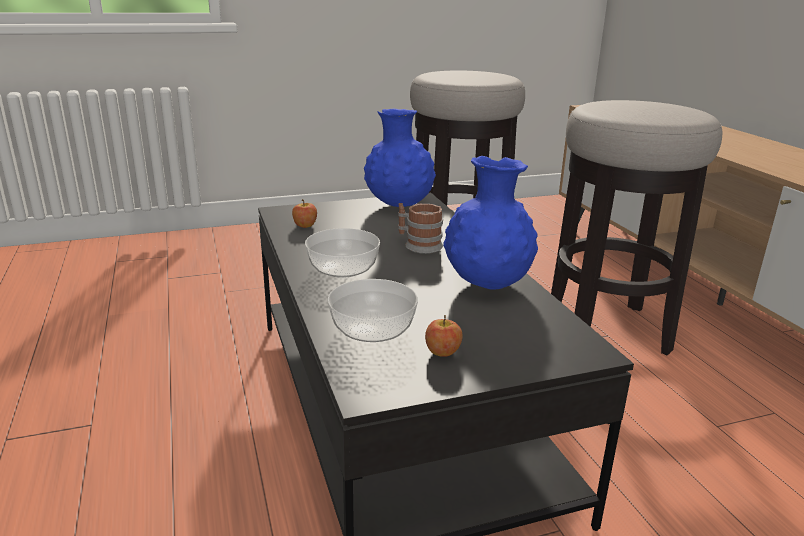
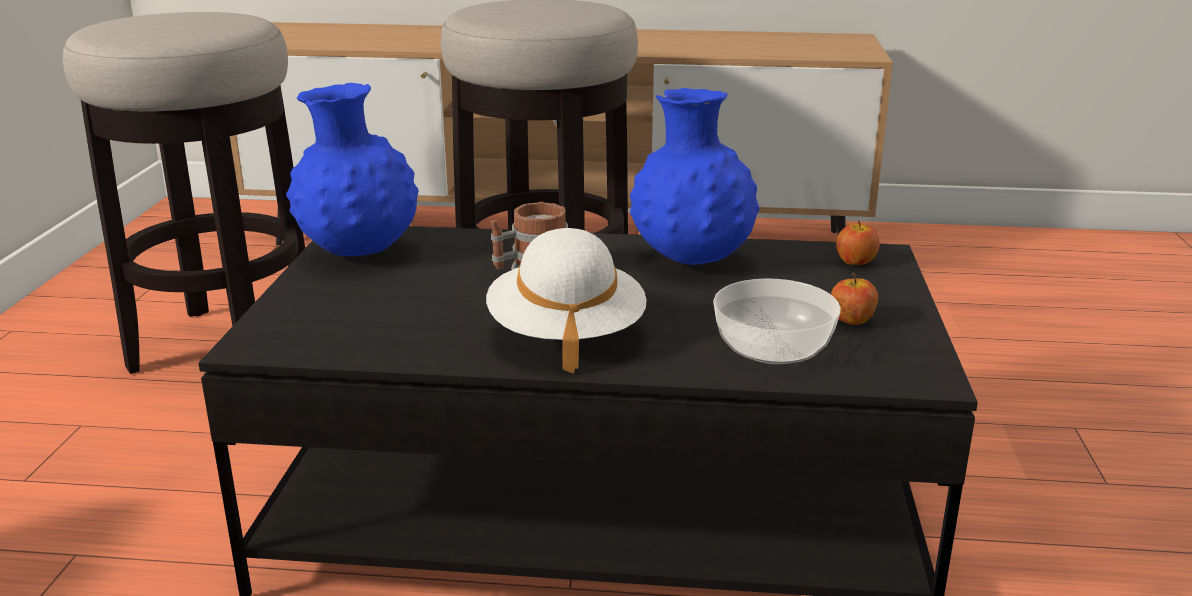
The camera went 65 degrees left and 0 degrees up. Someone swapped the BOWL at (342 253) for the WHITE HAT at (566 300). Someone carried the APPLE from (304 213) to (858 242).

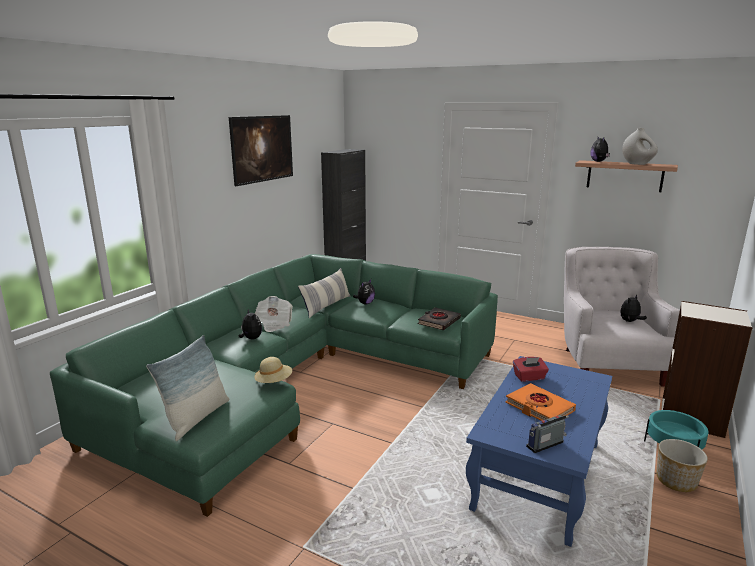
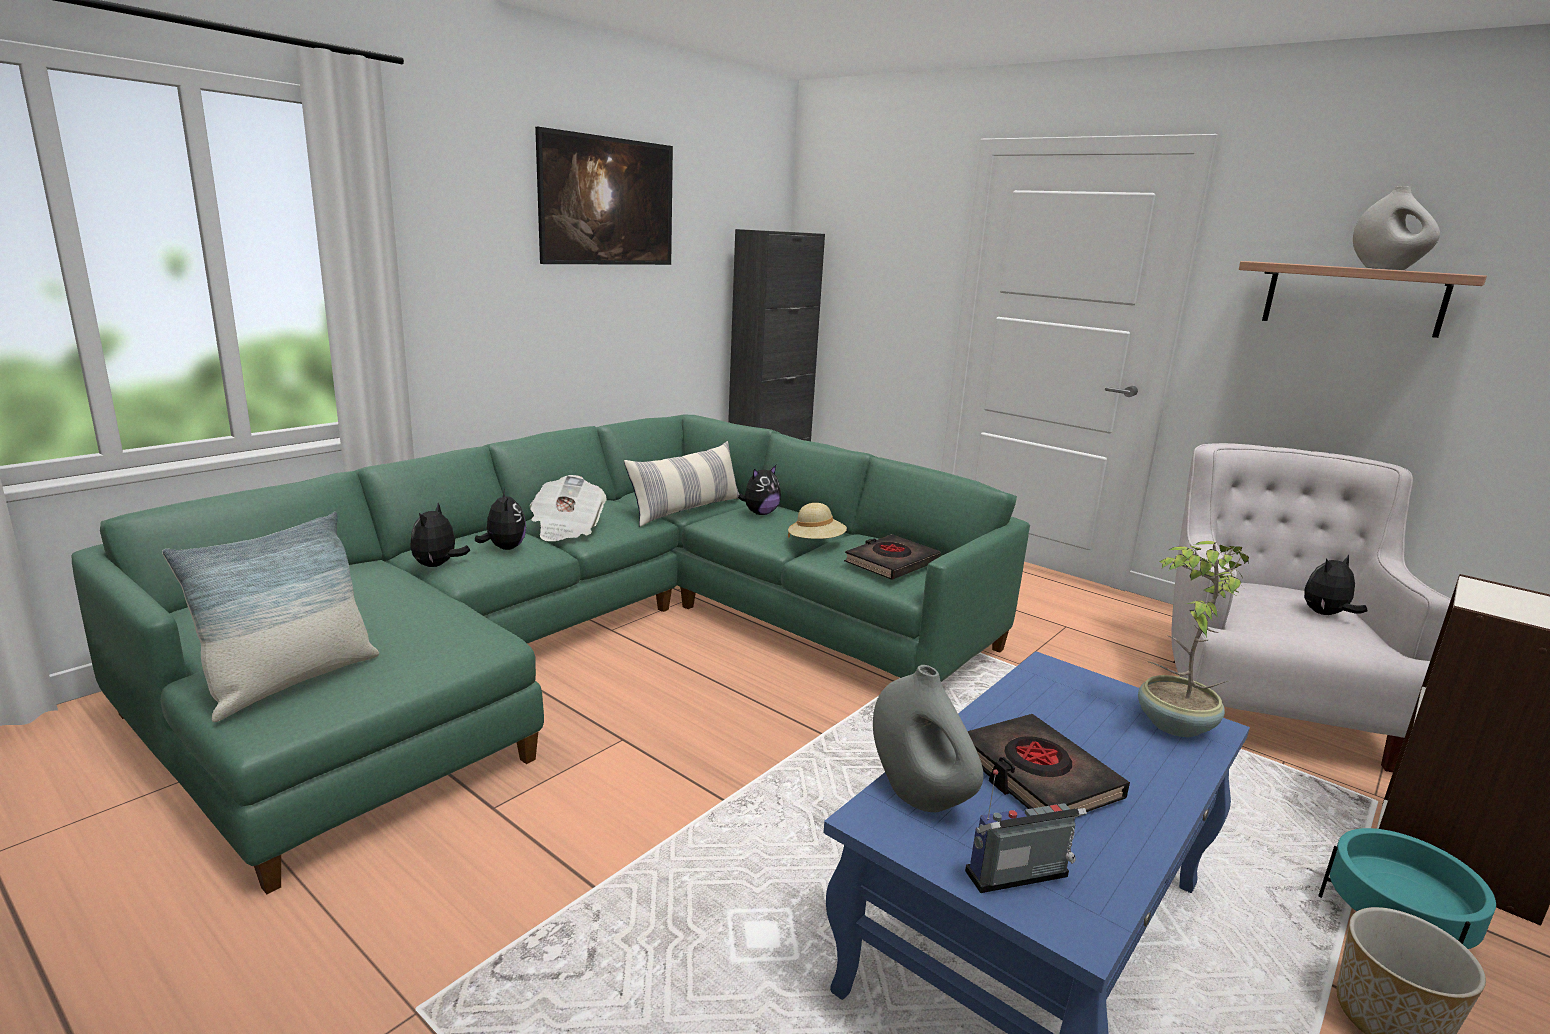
The camera went 10 degrees right and 0 degrees up. Someone carried the PLUSH TOY from (600 149) to (440 535). Someone carried the BEIGE HAT from (273 370) to (817 521). Someone put down the GREY VASE at (928 738). Someone repainted the ORANGE BOOK at (541 402), which became the BLACK BOOK at (1049 763). Someone put down the POTTED PLANT at (1193 639). Someone took away the RED TISSUE BOX at (531 369).

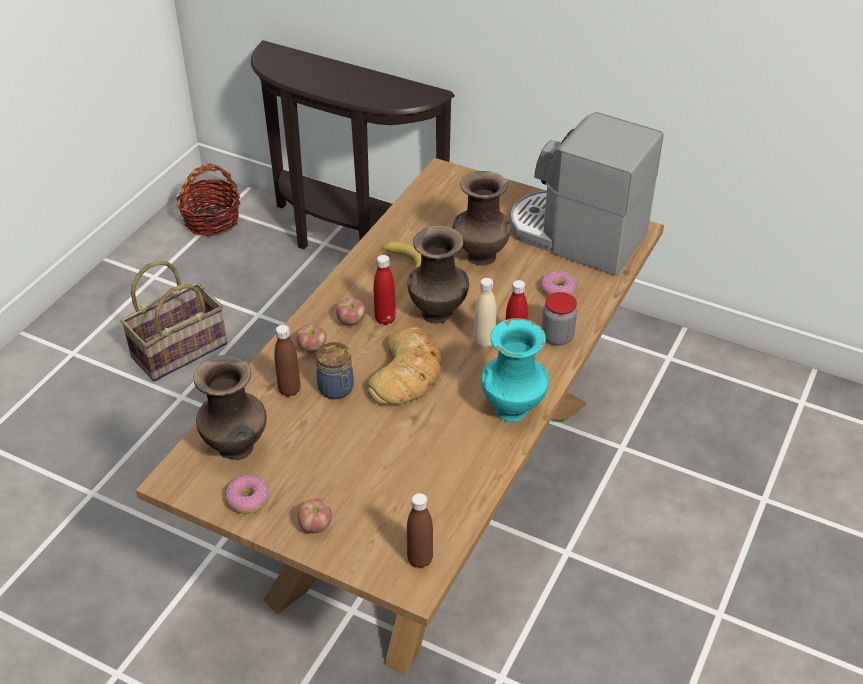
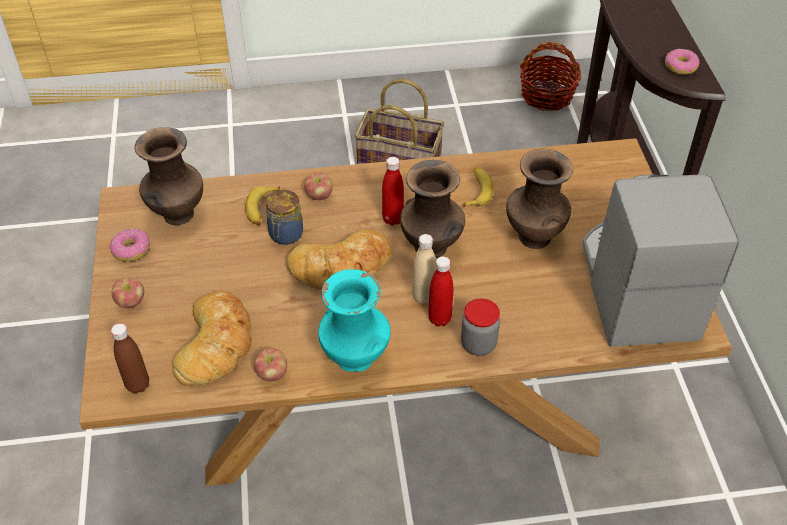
The camera went 55 degrees right and 5 degrees up. Someone put down the BREAD at (212 338). Someone swapped the BROWN BOTTLE at (287 361) for the BANANA at (262 205). Someone carried the APPLE from (350 311) to (270 364). Someone carried the DONUT from (559 283) to (682 62).

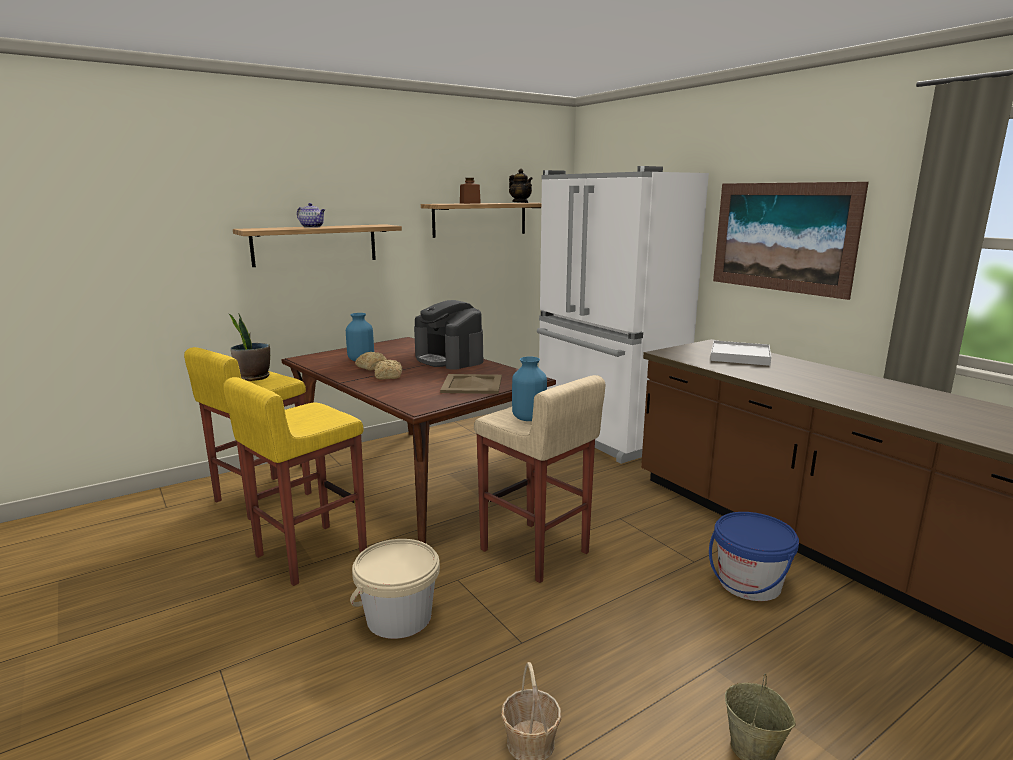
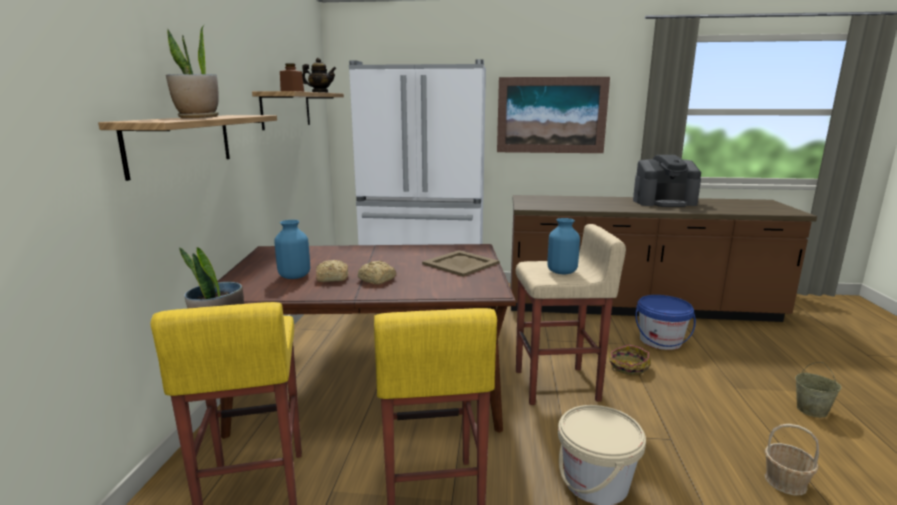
The camera went 50 degrees left and 0 degrees up. Someone swapped the TEAPOT at (311 215) for the POTTED PLANT at (192 71). Someone put down the BASKET at (630 360). Someone carried the COFFEE MACHINE from (448 335) to (667 181). Someone took away the WHITE TRAY at (740 353).

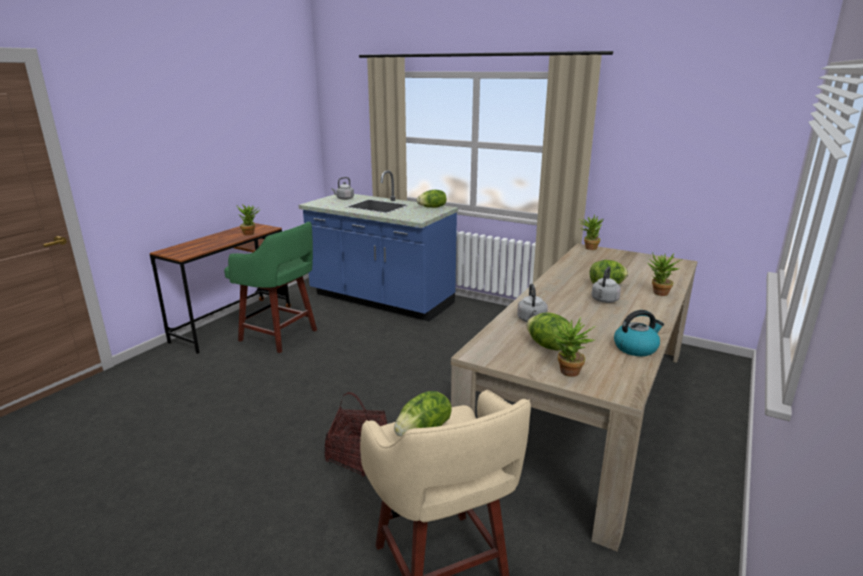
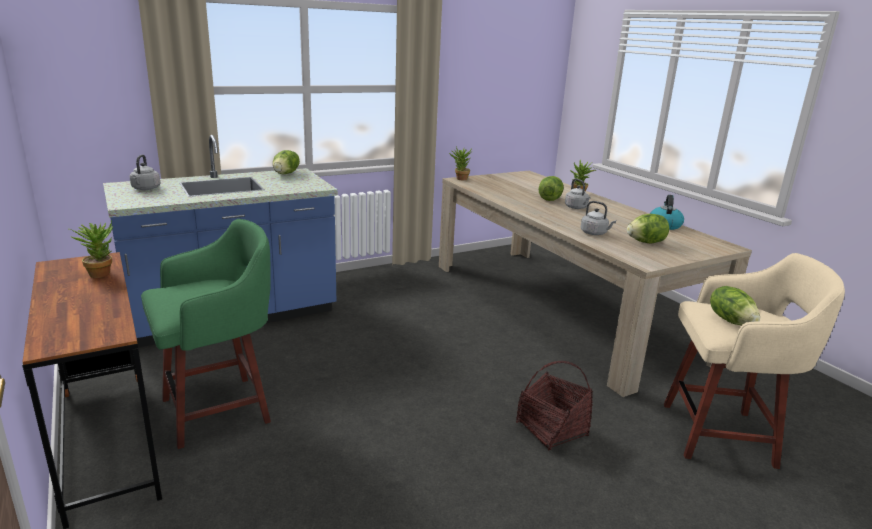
The camera went 60 degrees left and 0 degrees up. Someone took away the POTTED PLANT at (574 347).

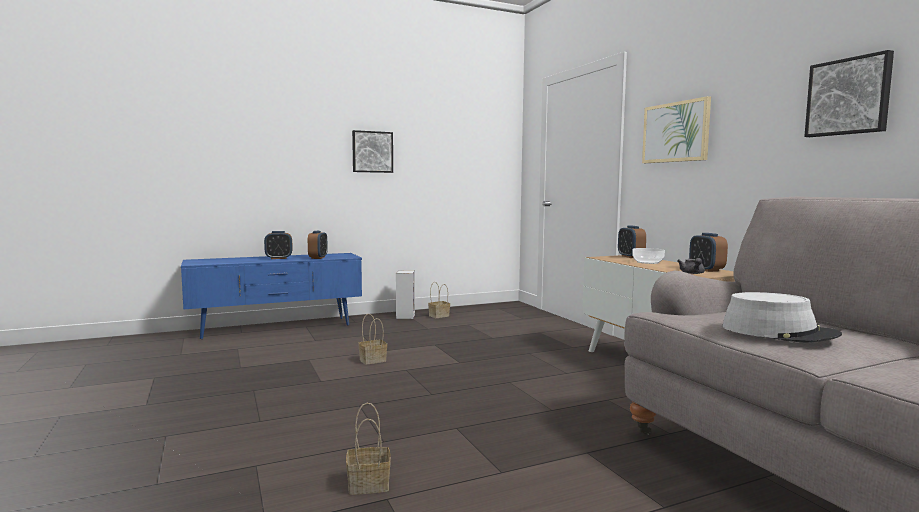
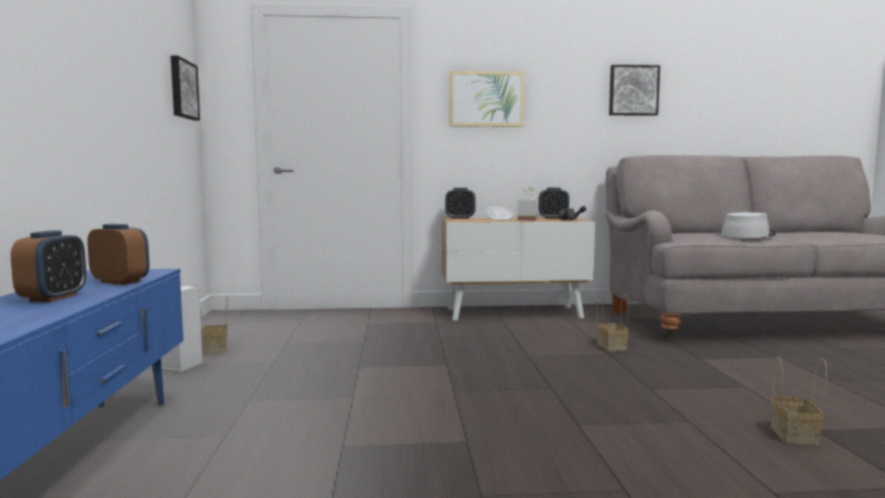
The camera went 70 degrees left and 0 degrees up. Someone carried the PICTURE from (372 151) to (185 88). Someone put down the POTTED PLANT at (527 204). Someone carried the BASKET from (372 339) to (613 323).

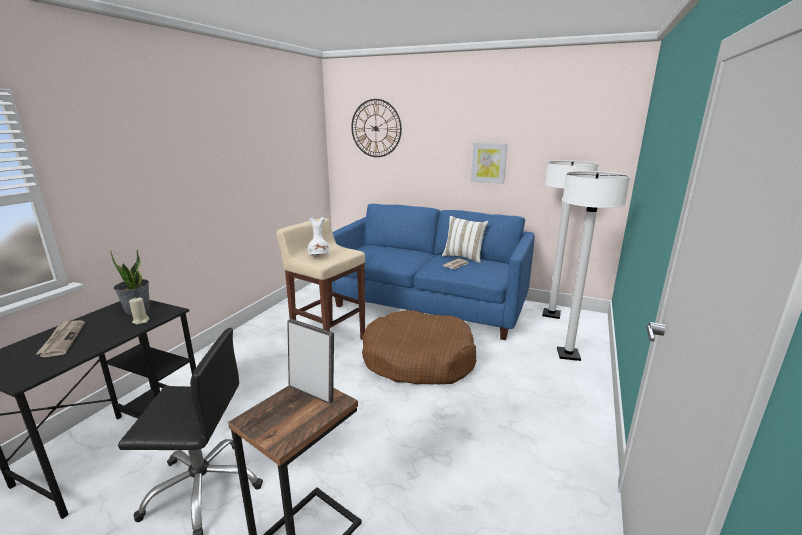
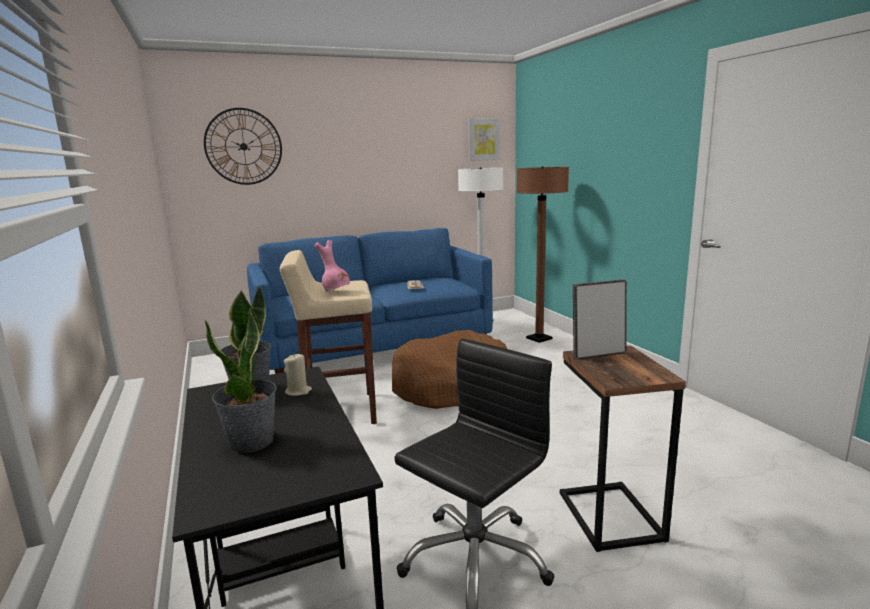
The camera went 45 degrees left and 5 degrees down. Someone swapped the NEWSPAPER at (60 338) for the POTTED PLANT at (241 380). Someone repainted the WHITE VASE at (318 236), which became the PINK VASE at (332 266). Someone carried the PICTURE from (489 163) to (484 140). Someone repainted the WHITE FLOOR LAMP at (593 266), which became the BROWN FLOOR LAMP at (542 255). Someone took away the WHITE PILLOW at (465 239).

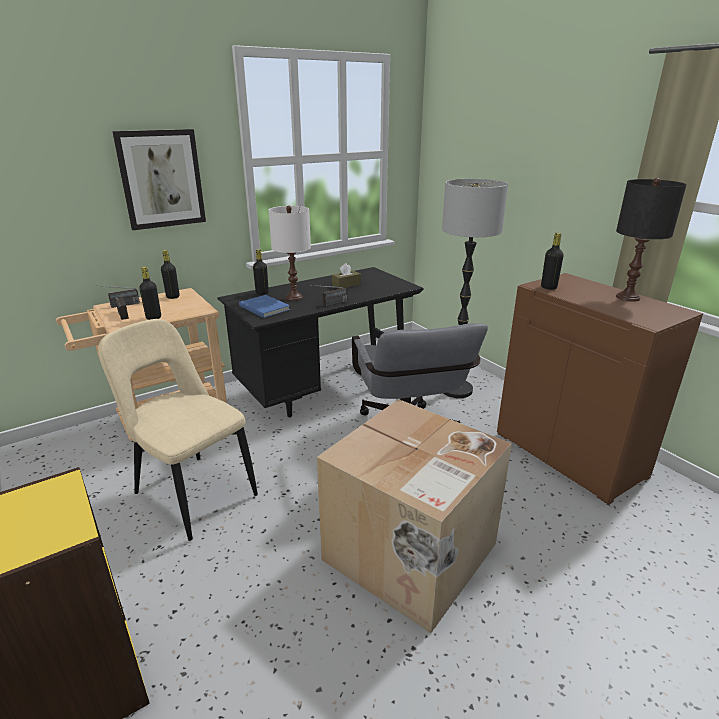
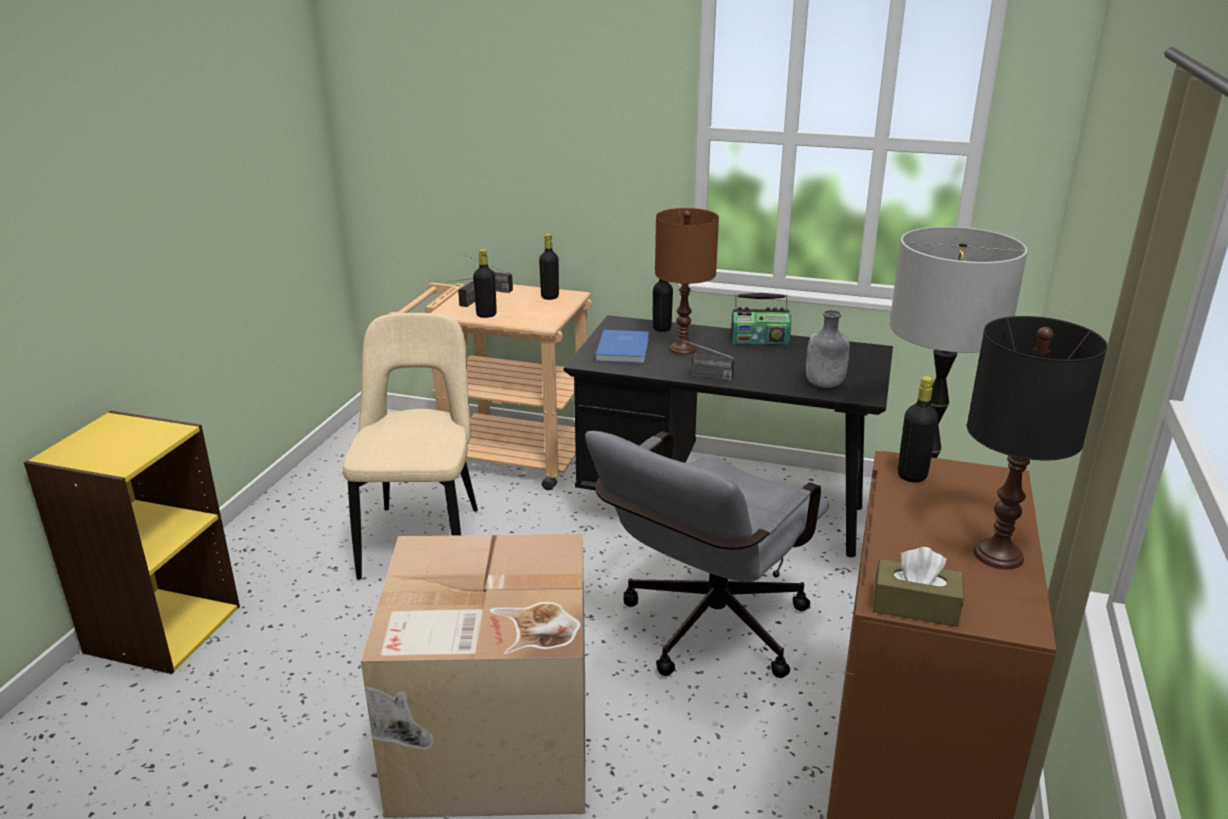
The camera went 50 degrees right and 0 degrees up. Someone repainted the WHITE TABLE LAMP at (289 253), which became the BROWN TABLE LAMP at (687 281). Someone put down the RADIO at (761 318). Someone put down the GREY BOTTLE at (828 349). Someone carried the BROWN TISSUE BOX from (346 276) to (918 587). Someone took away the PICTURE at (159 179).

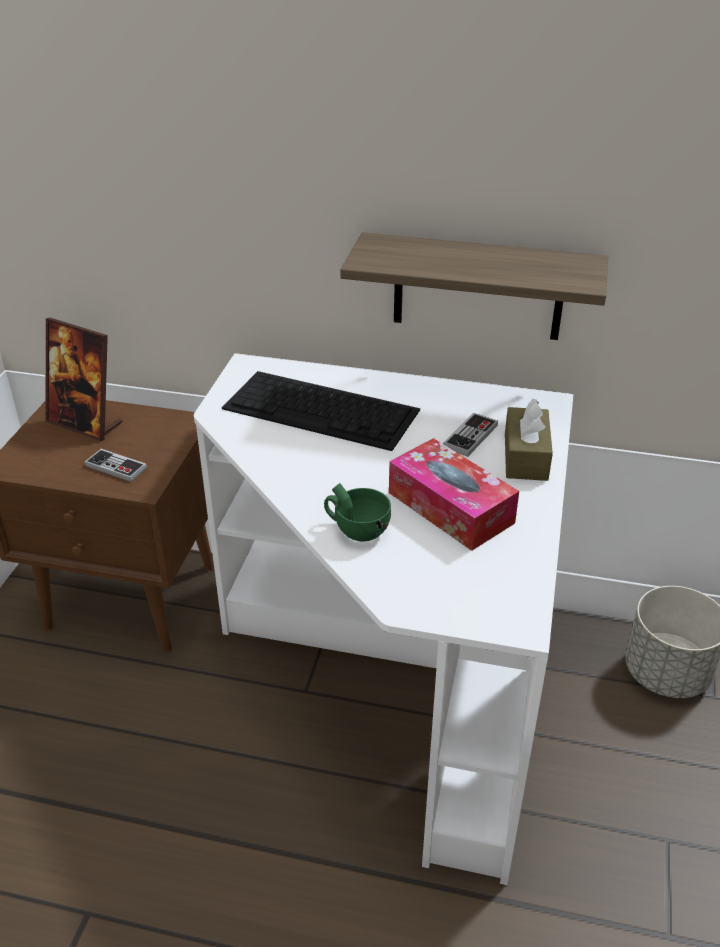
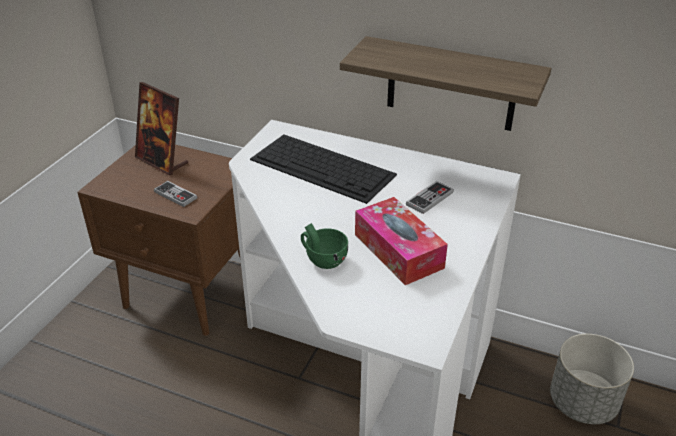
The camera went 10 degrees right and 0 degrees up. Someone took away the BROWN TISSUE BOX at (529 439).

